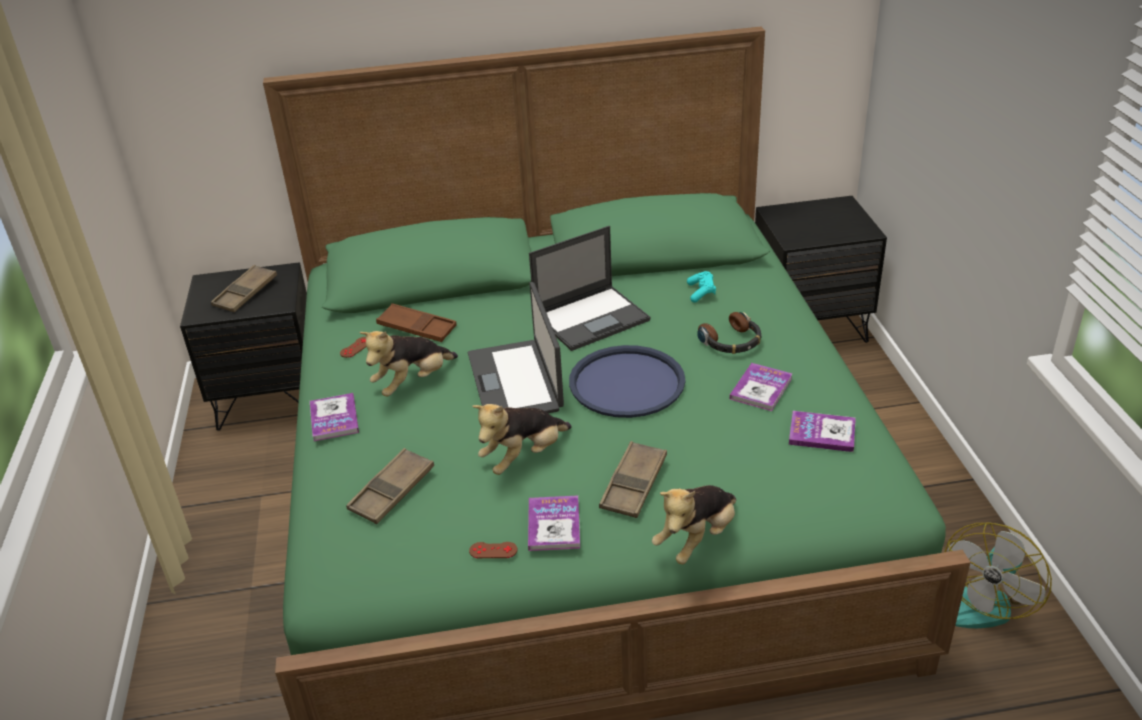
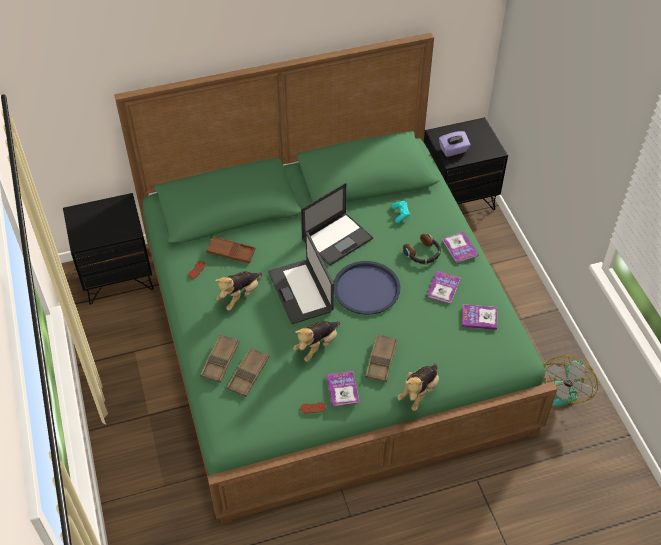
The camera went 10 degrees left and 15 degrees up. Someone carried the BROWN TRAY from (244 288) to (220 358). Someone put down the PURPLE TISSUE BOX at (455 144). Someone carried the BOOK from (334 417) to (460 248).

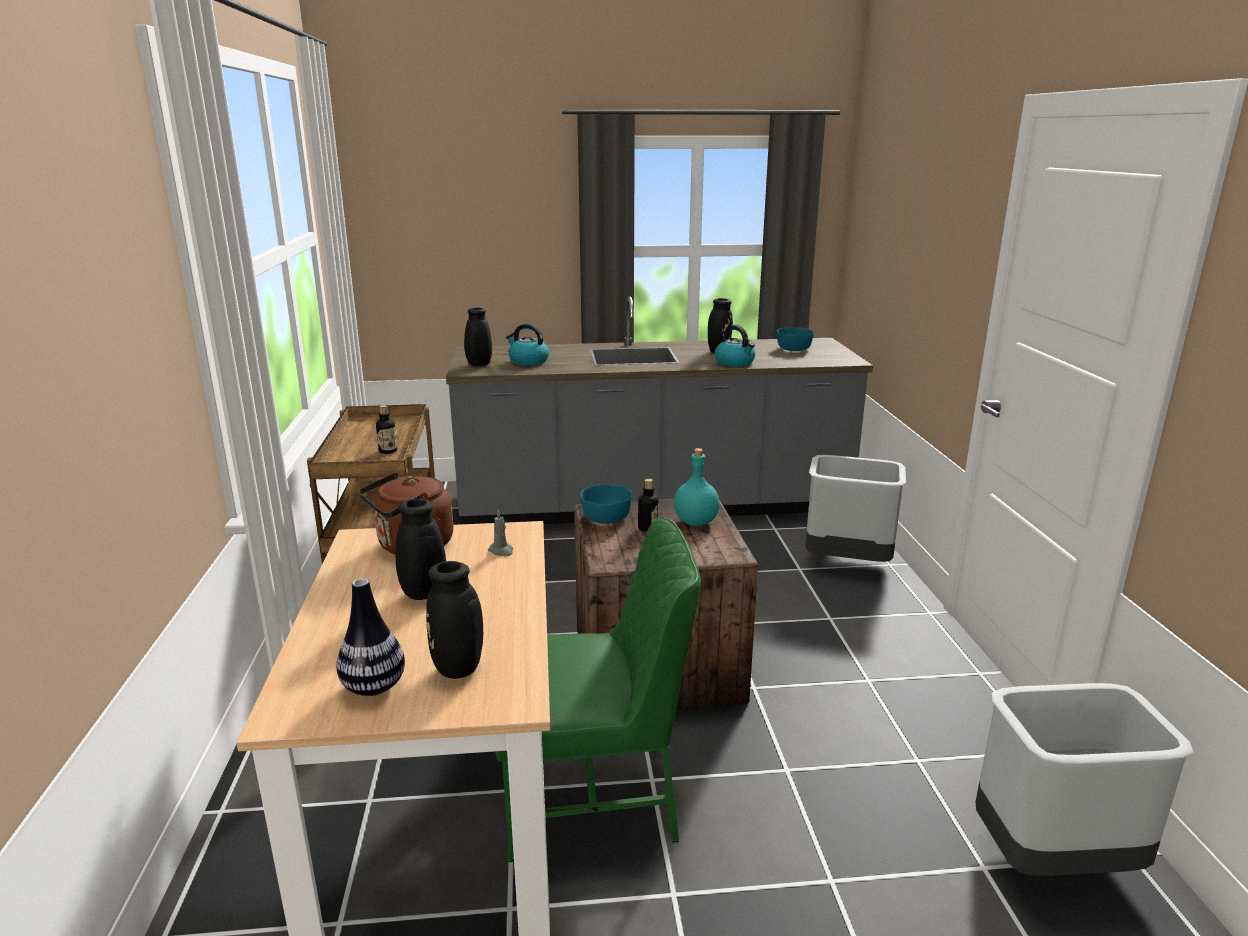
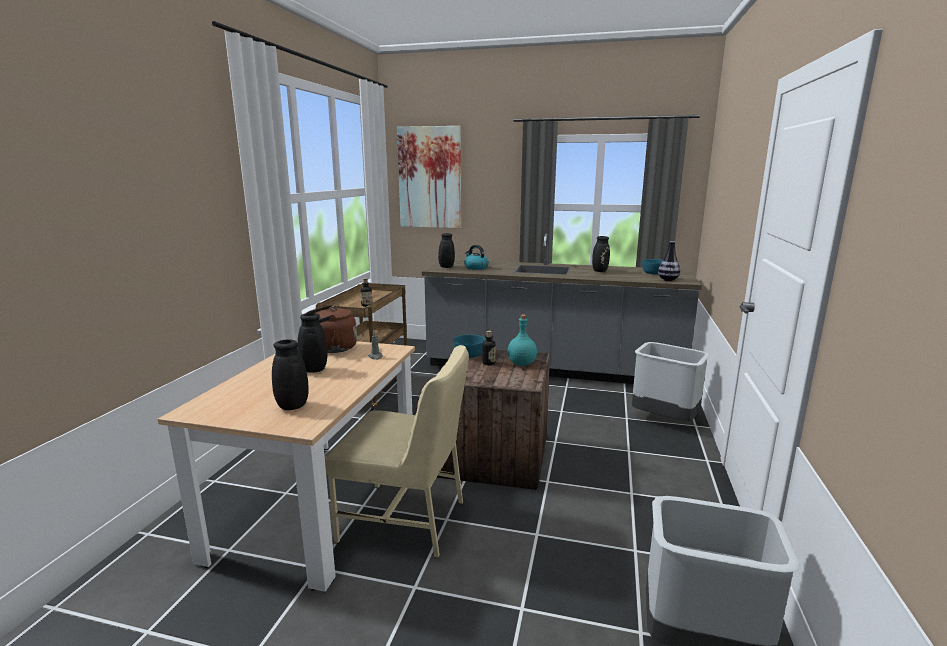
The camera went 20 degrees right and 5 degrees down. Someone repainted the GREEN CHAIR at (598 690), which became the BEIGE CHAIR at (397 451). Someone put up the PICTURE at (429 177). Someone carried the VASE from (371 637) to (669 261). Someone took away the KETTLE at (735 345).

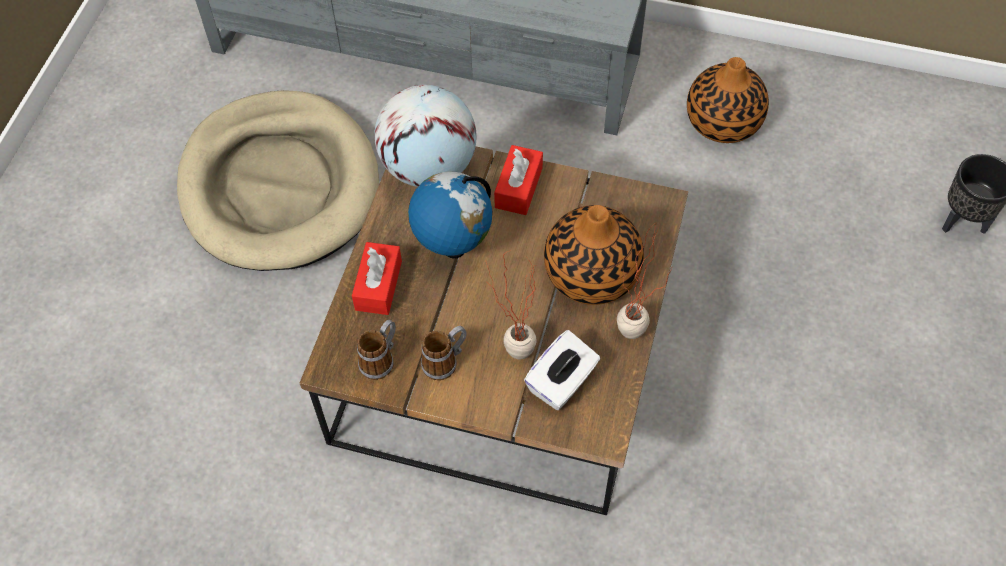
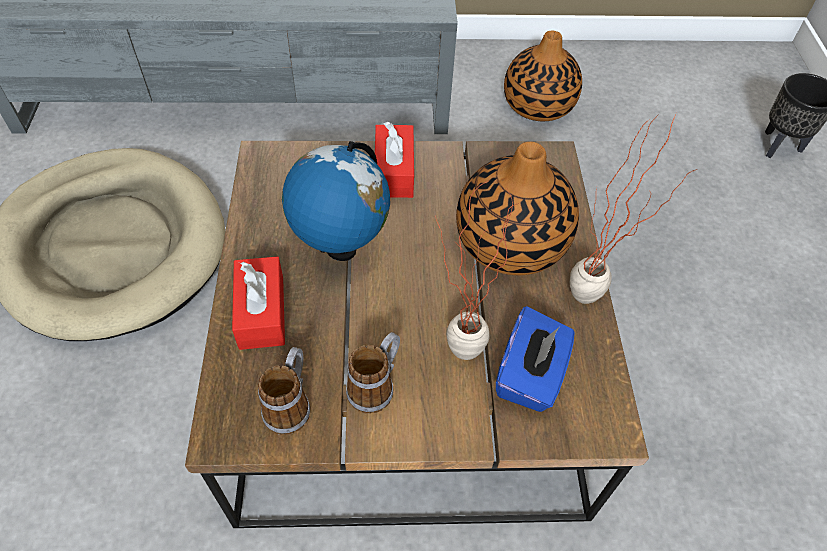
The camera went 20 degrees left and 5 degrees down. Someone repainted the WHITE TISSUE BOX at (562 370), which became the BLUE TISSUE BOX at (535 359). Someone took away the GLOBE at (425 136).

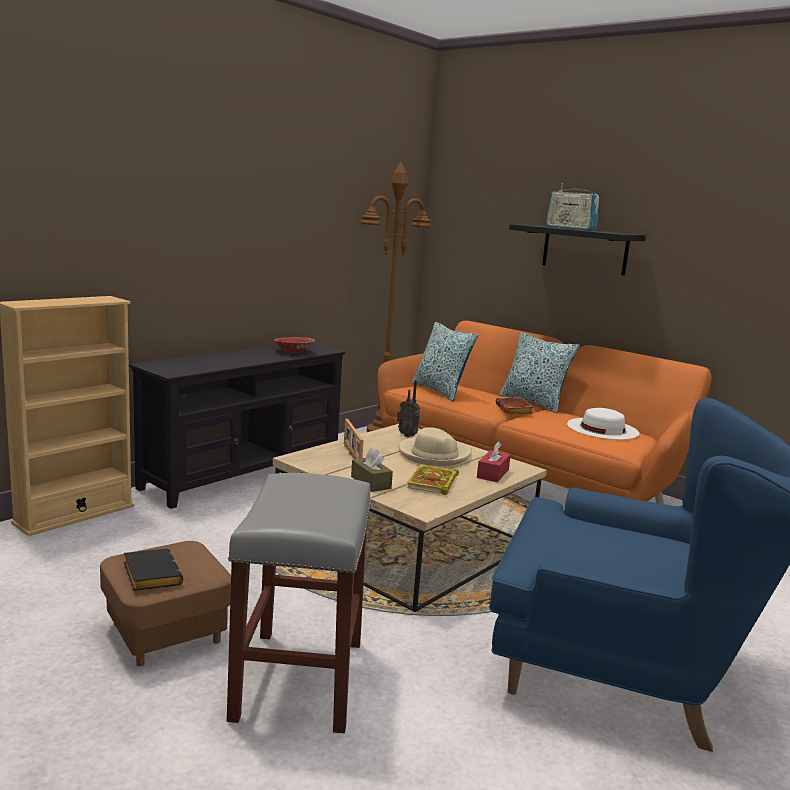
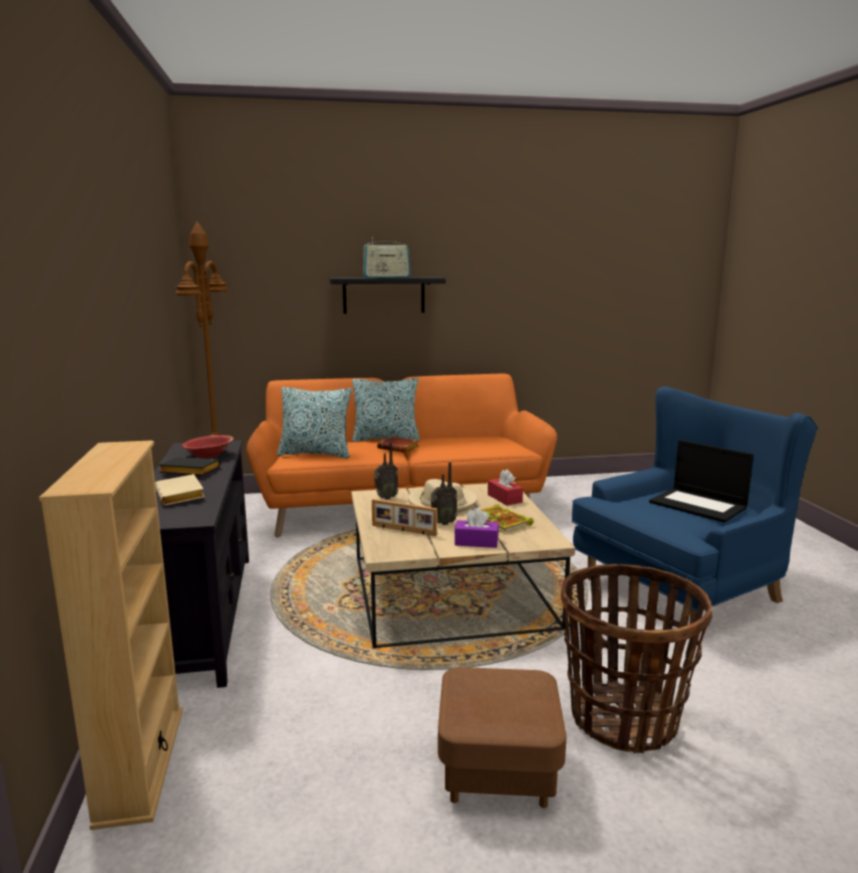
The camera went 50 degrees left and 0 degrees up. Someone put down the BEIGE BOOK at (180 489). Someone carried the BLACK BOOK from (153 570) to (189 466). Someone put down the RADIO at (444 493). Someone repainted the BROWN TISSUE BOX at (372 470), which became the PURPLE TISSUE BOX at (476 528). Someone swapped the GREY STOOL at (299 603) for the BASKET at (637 658). Someone put down the LAPTOP at (701 481). Someone took away the WHITE HAT at (603 424).

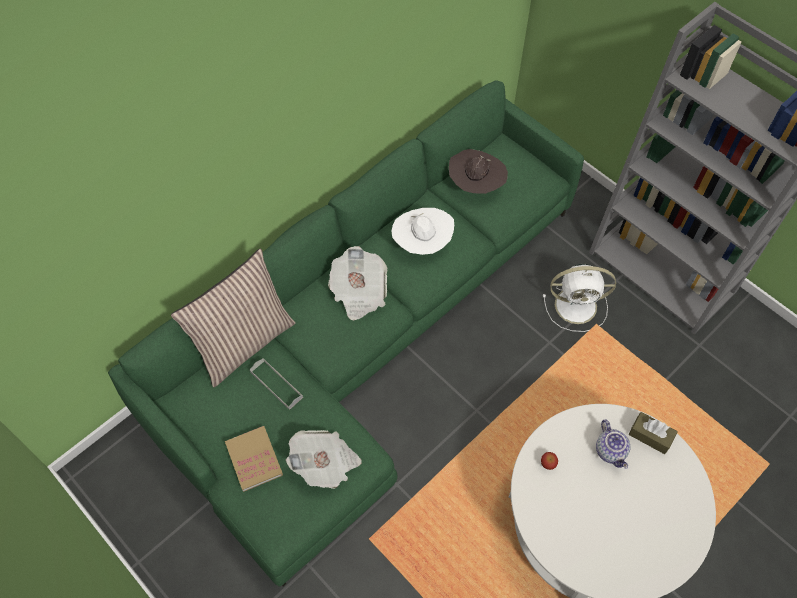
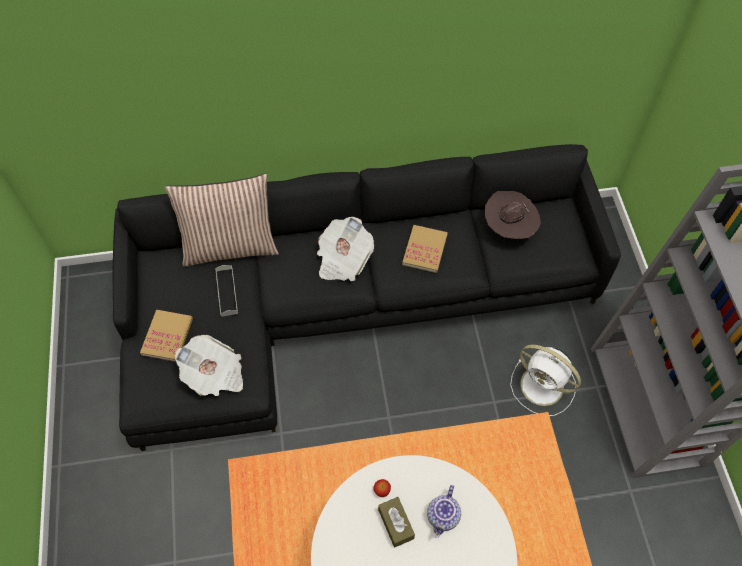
The camera went 35 degrees right and 0 degrees up. Someone repainted the GREEN SOFA at (346 333), which became the BLACK SOFA at (366 297). Someone carried the BROWN TISSUE BOX from (653 433) to (396 522). Someone swapped the WHITE HAT at (422 231) for the BOOK at (425 249).

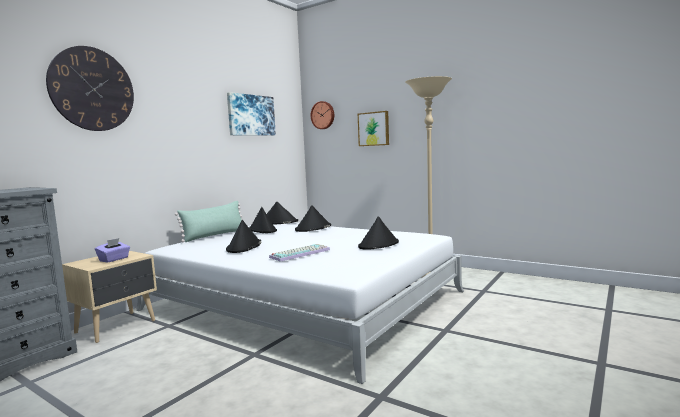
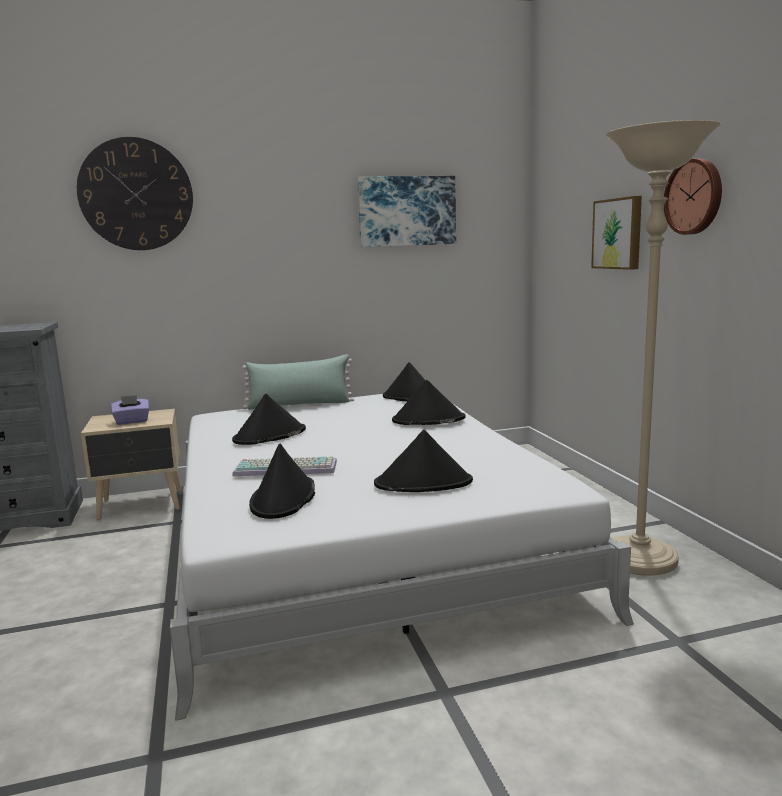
The camera went 40 degrees right and 5 degrees up. Someone carried the BLACK HAT from (263 220) to (282 481). Someone carried the WALL CLOCK from (322 115) to (693 197).

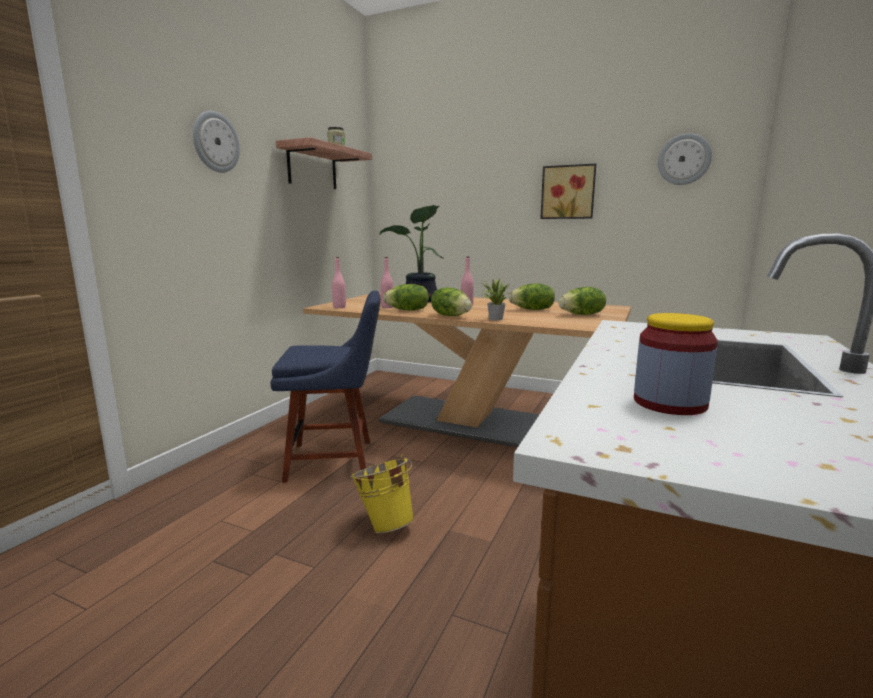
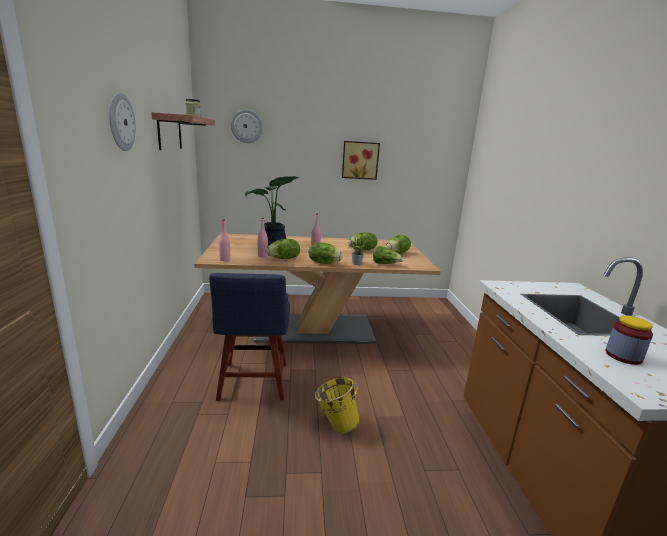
The camera went 30 degrees left and 5 degrees up. Someone rotated the BLUE CHAIR at (325 386) by 120 degrees clockwise. Someone carried the WALL CLOCK from (685 159) to (247 126). Someone put down the LETTUCE at (388 255).

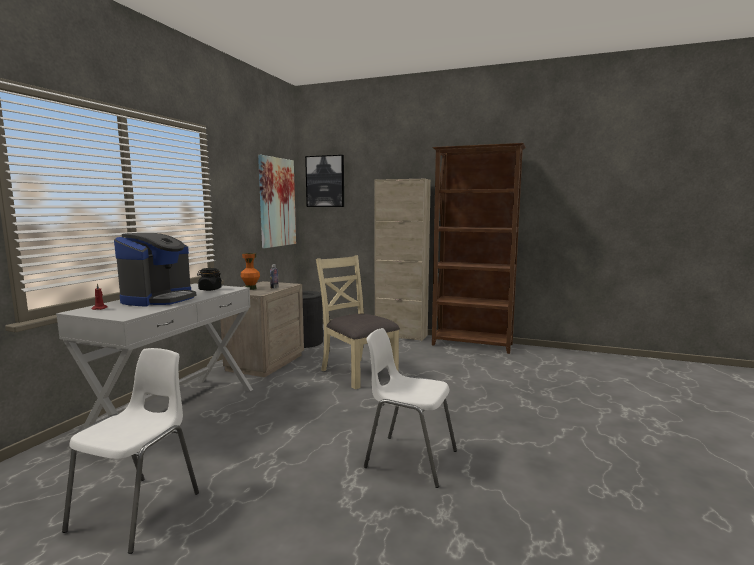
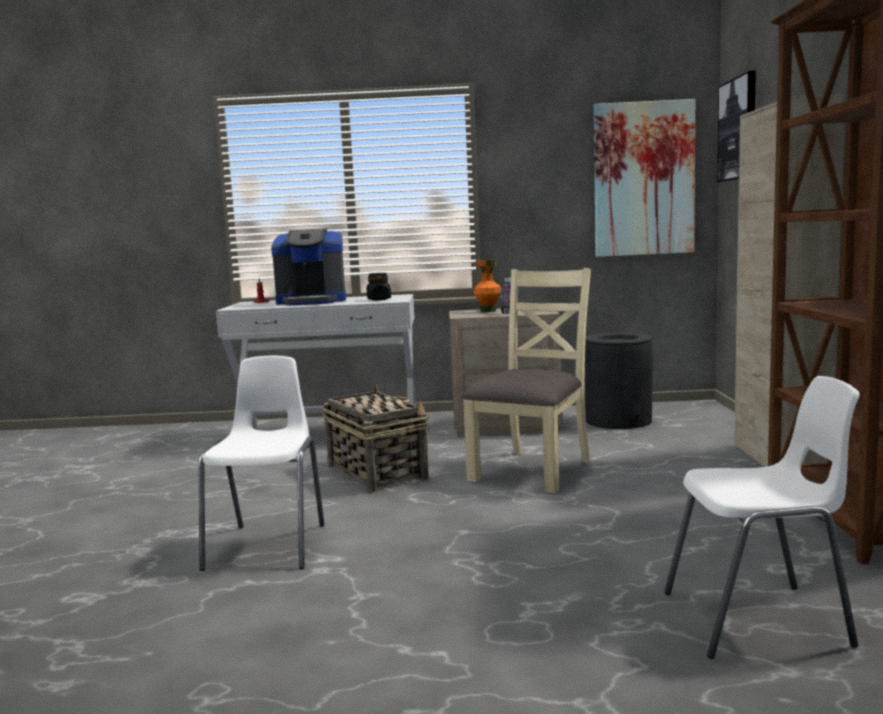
The camera went 70 degrees right and 0 degrees up. Someone put down the BASKET at (375 438). Someone carried the WHITE CHAIR from (130 451) to (762 517).

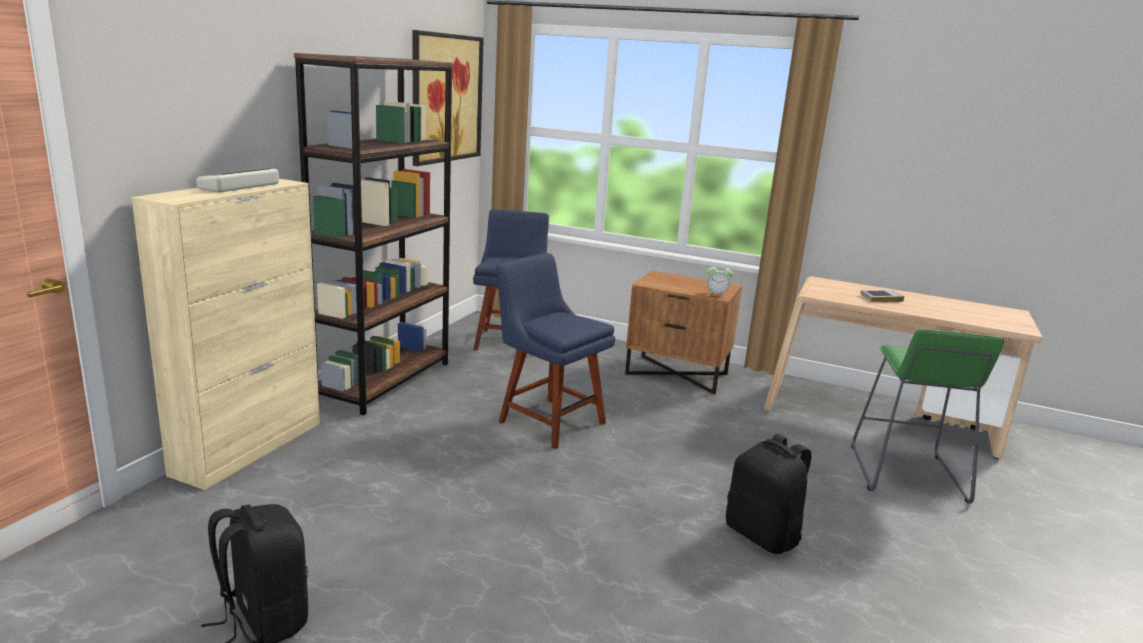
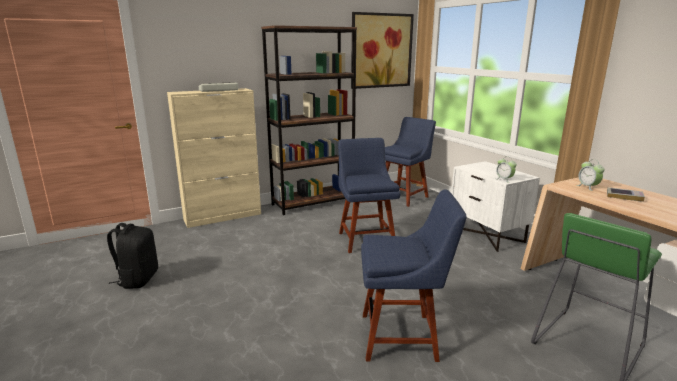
The camera went 40 degrees right and 0 degrees up. Someone swapped the BLACK BACKPACK at (768 494) for the BLUE CHAIR at (414 275). Someone repainted the BROWN NIGHTSTAND at (683 332), which became the WHITE NIGHTSTAND at (495 206). Someone put down the ALARM CLOCK at (591 175).

